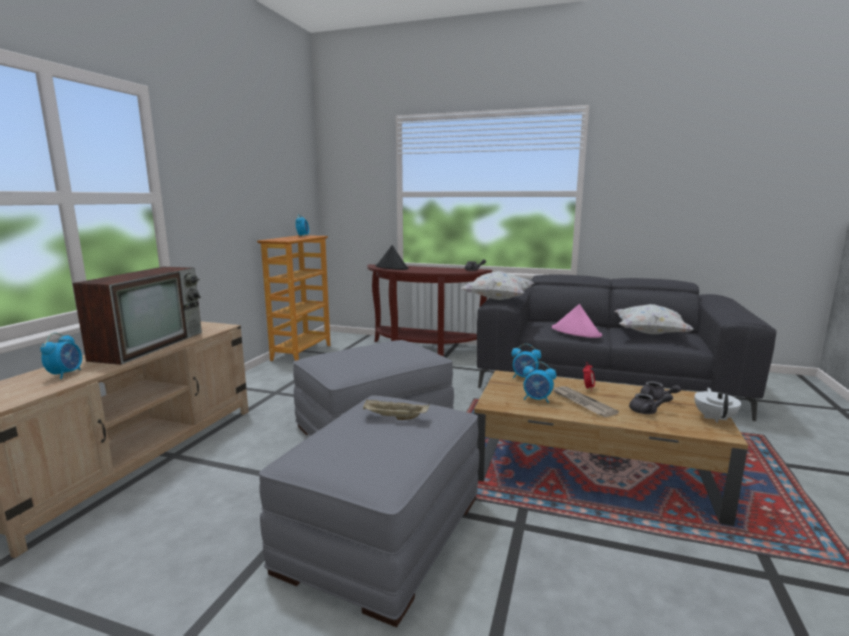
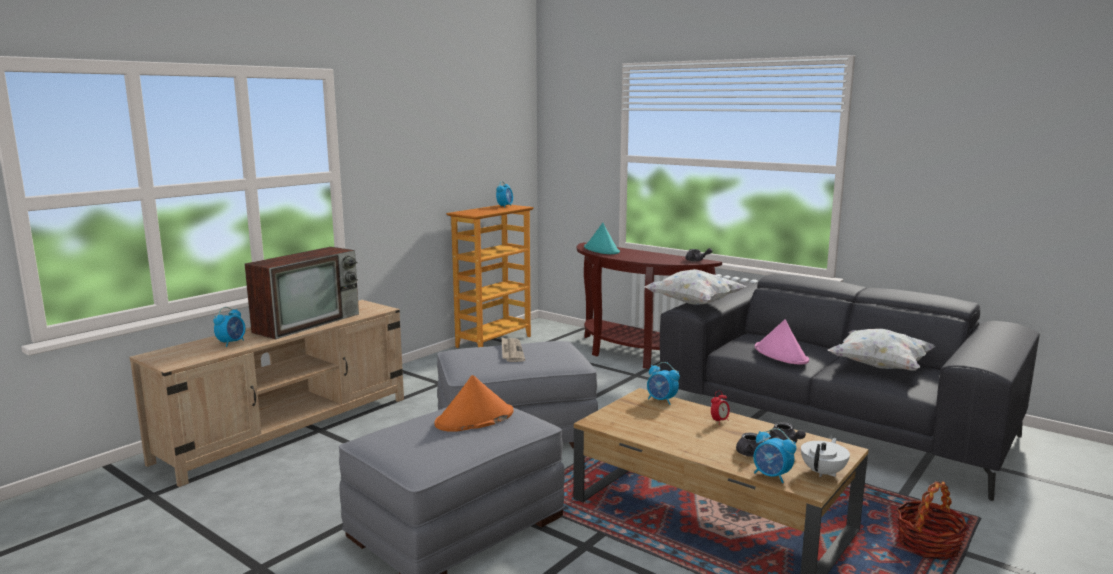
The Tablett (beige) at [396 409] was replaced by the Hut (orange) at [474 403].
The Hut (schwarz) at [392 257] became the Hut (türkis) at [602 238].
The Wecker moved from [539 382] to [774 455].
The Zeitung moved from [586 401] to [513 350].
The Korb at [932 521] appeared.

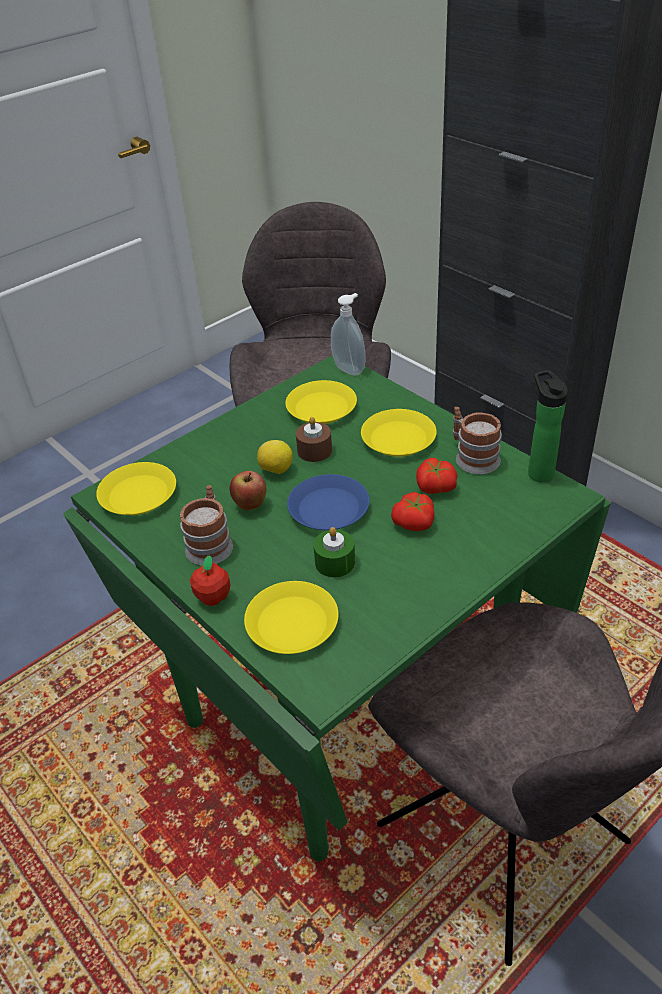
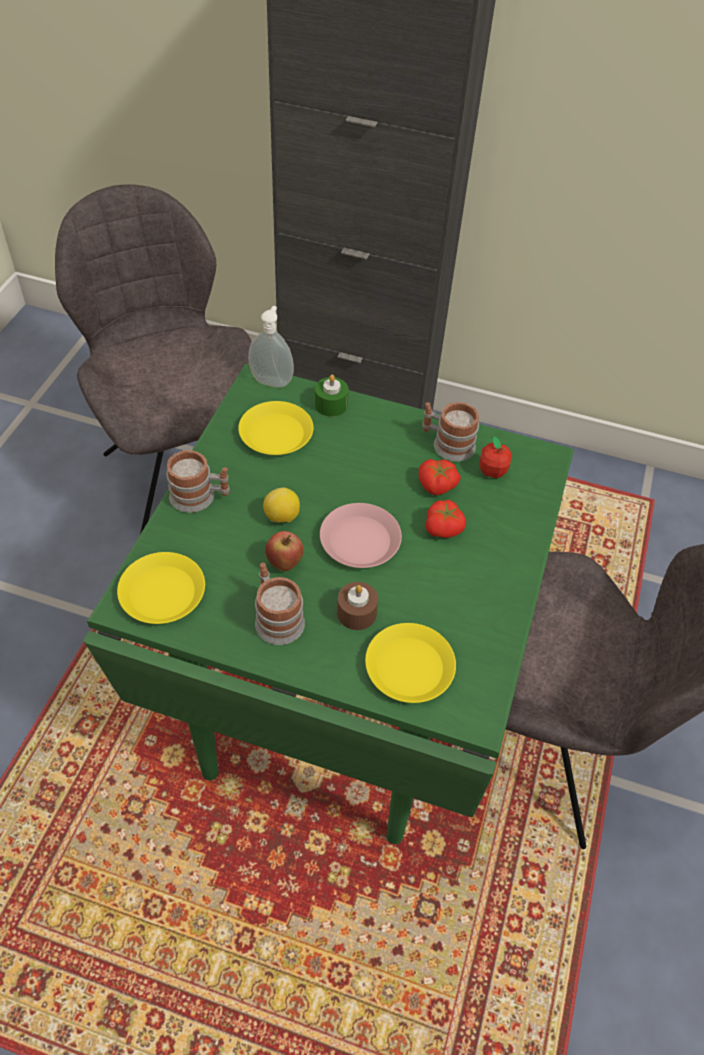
The Apfel moved from [210 580] to [495 457].
The Teller (blau) at [328 502] became the Teller (rosa) at [361 535].
The Kerze (braun) moved from [314 439] to [357 606].
The Kerze (grün) moved from [334 552] to [332 395].
The Teller (gelb) at [399 433] disappeared.
The Flasche at [548 426] disappeared.
The Henkelbecher at [198 481] appeared.

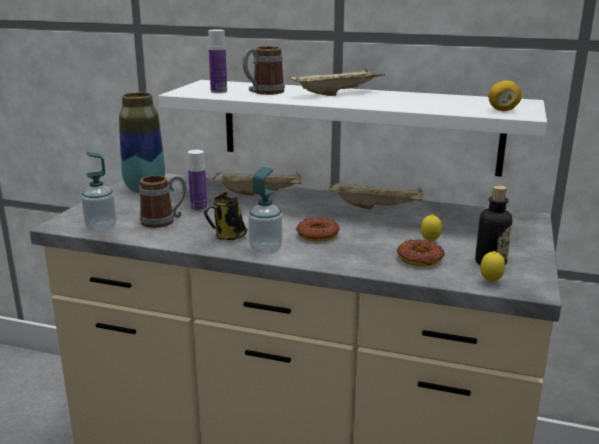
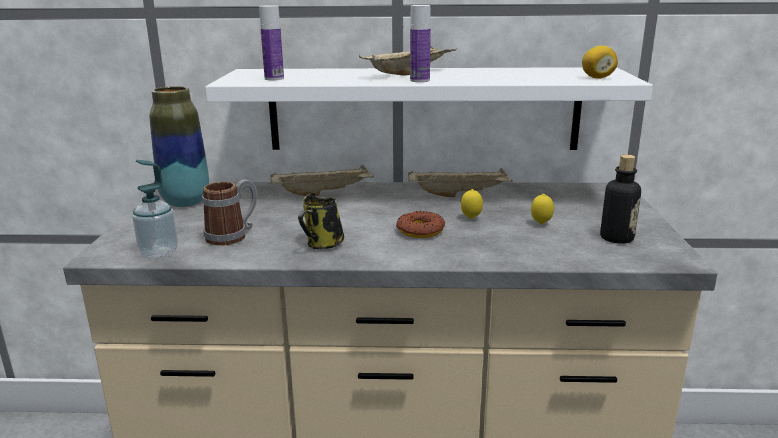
The Flasche moved from [197 181] to [420 43].
The Henkelbecher at [264 70] disappeared.
The Seifenspender at [265 211] disappeared.
The Donut at [421 253] disappeared.
The Zitrone moved from [492 267] to [472 204].

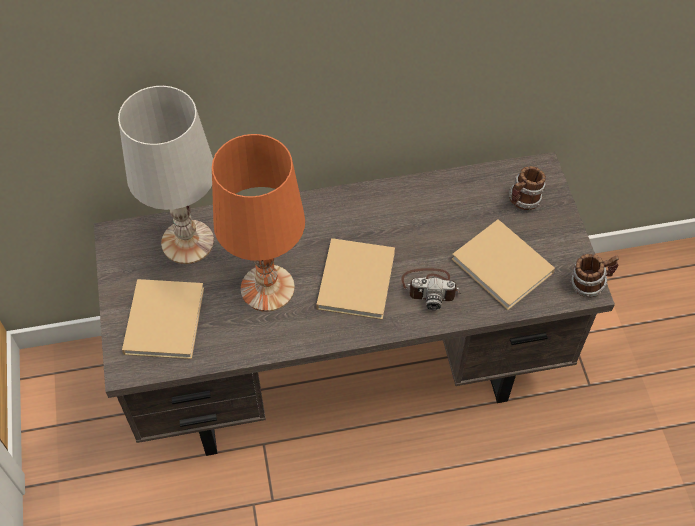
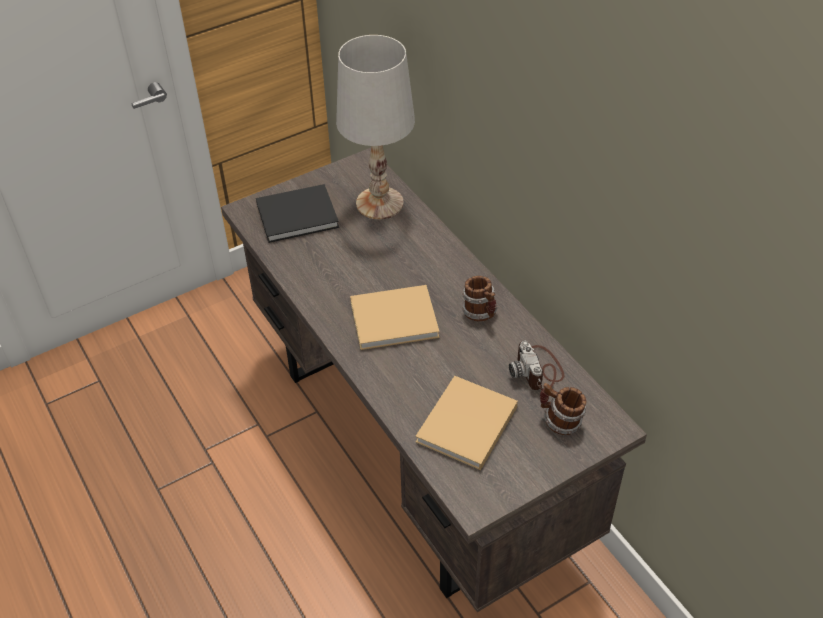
The Buch (beige) at [163 319] became the Buch (schwarz) at [297 213].
The Tischlampe (orange) at [258 223] disappeared.
The Kamera moved from [431 289] to [536 366].
The Henkelbecher moved from [594 276] to [480 299].

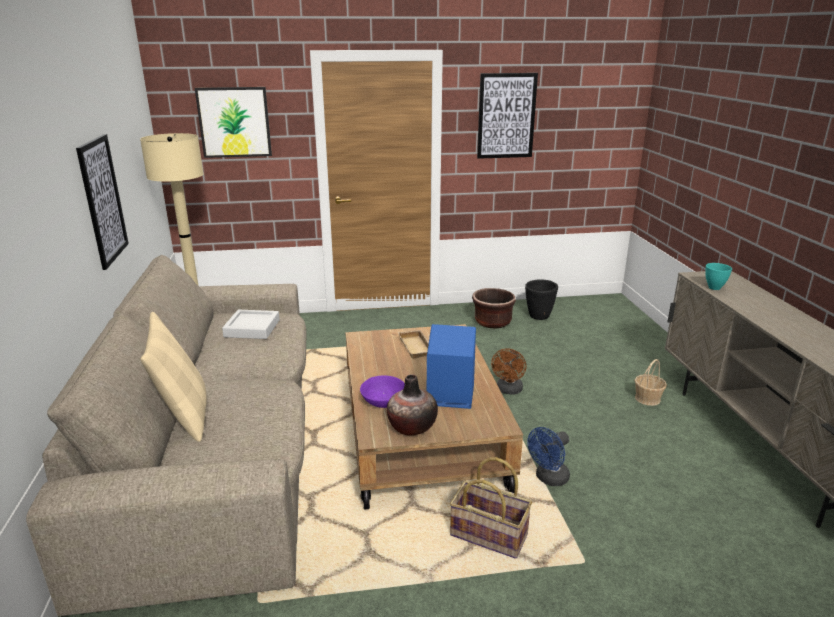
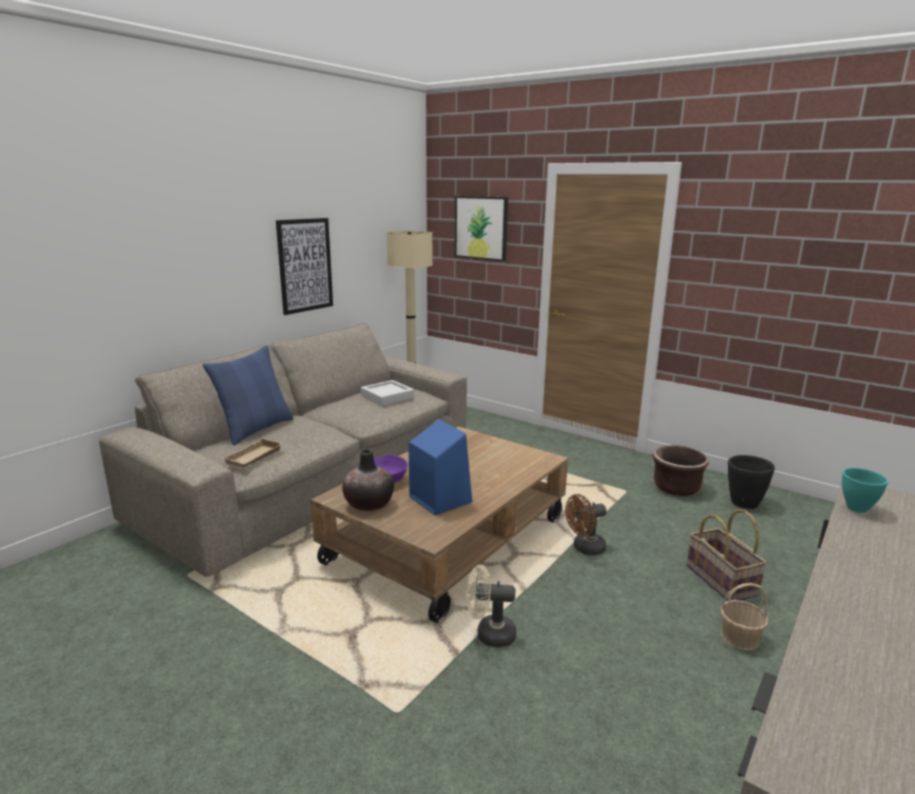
The Kissen (beige) at [173 377] became the Kissen (blau) at [247 395].
The Tablett (beige) moved from [413 344] to [253 452].
The Korb moved from [491 508] to [726 555].
The Bild at [507 116] disappeared.
The Ventilator (blau) at [548 456] became the Ventilator (beige) at [491 606].

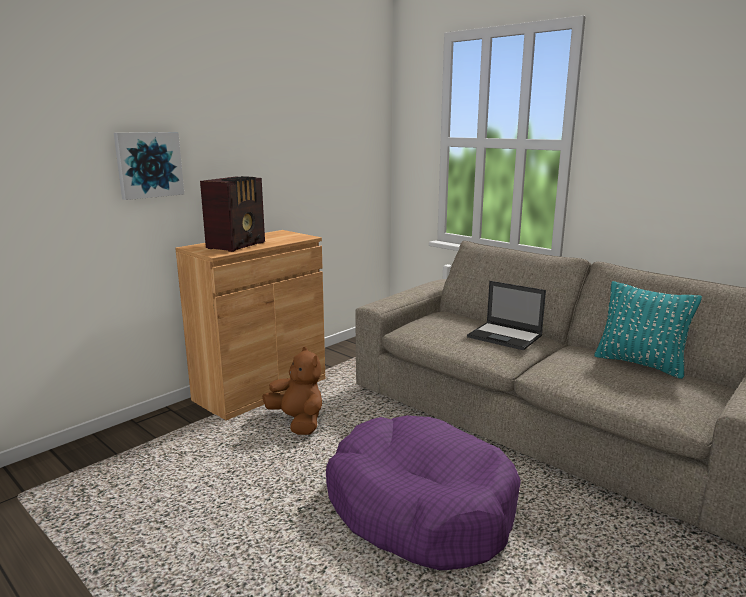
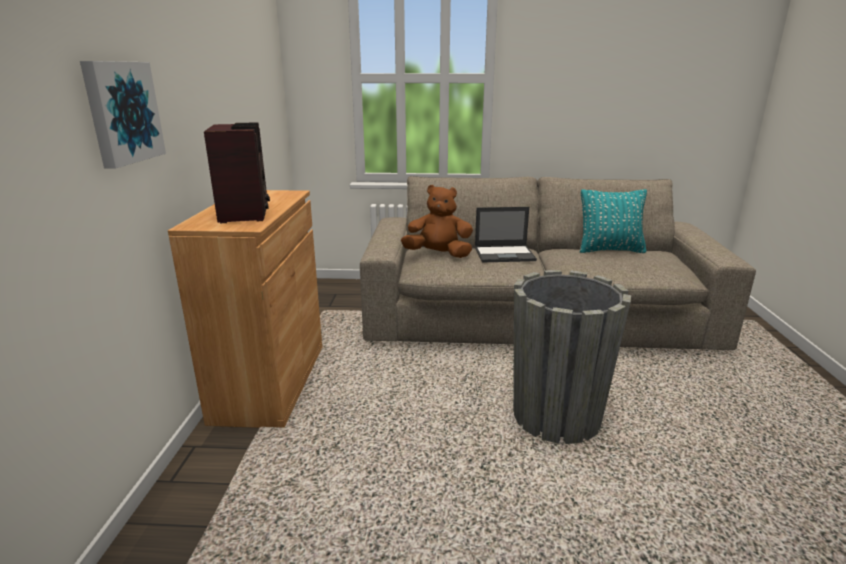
The Plüschtier (braun) moved from [292 391] to [437 221].
The Hundebett (lila) at [423 492] was replaced by the Pflanzkübel (grau) at [572 357].

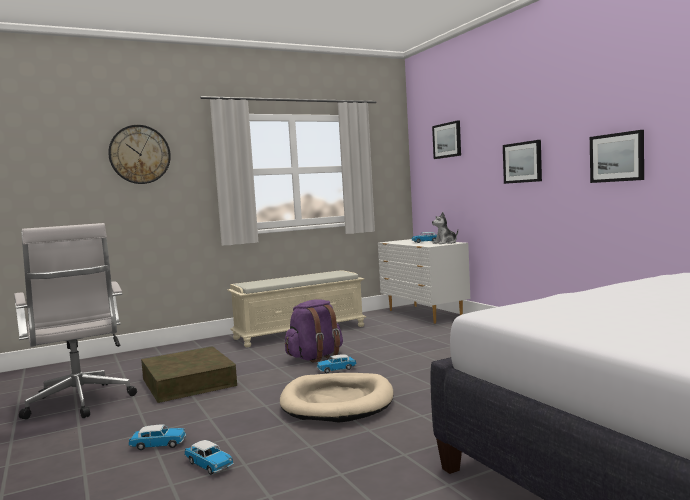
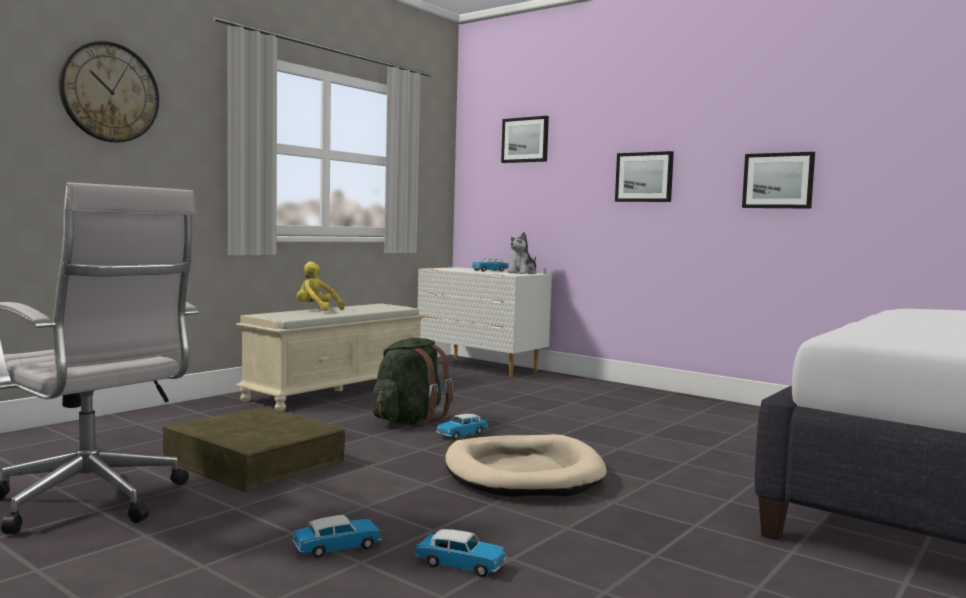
The Rucksack (lila) at [314 331] became the Rucksack (grün) at [412 382].
The Plüschtier (gelb) at [320 286] appeared.

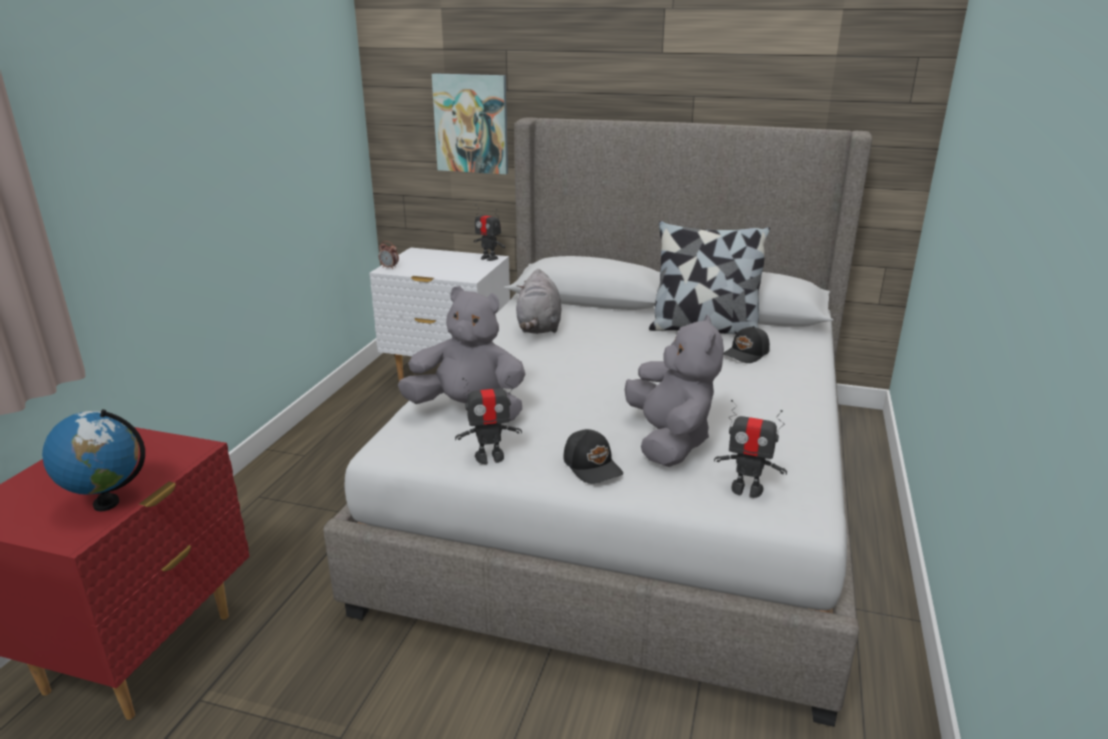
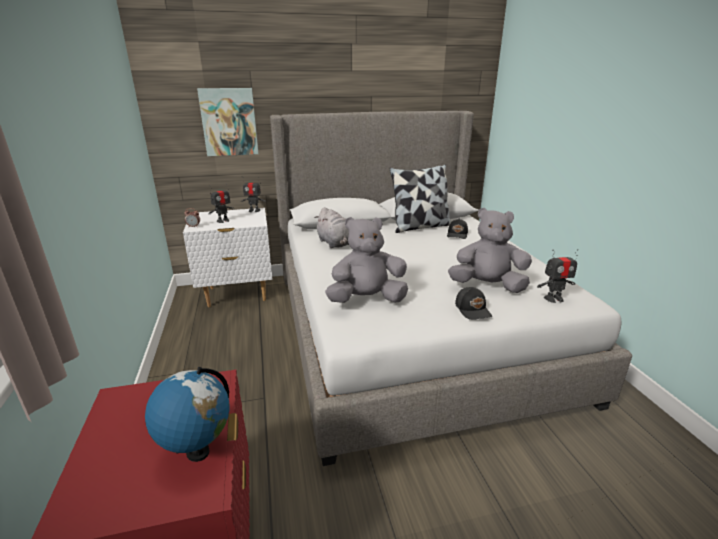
The Spielzeugroboter moved from [488 420] to [221 204].
The Kappe (schwarz) at [593 456] turned 45 degrees clockwise.
The Plüschtier (grau) at [674 391] turned 45 degrees counterclockwise.

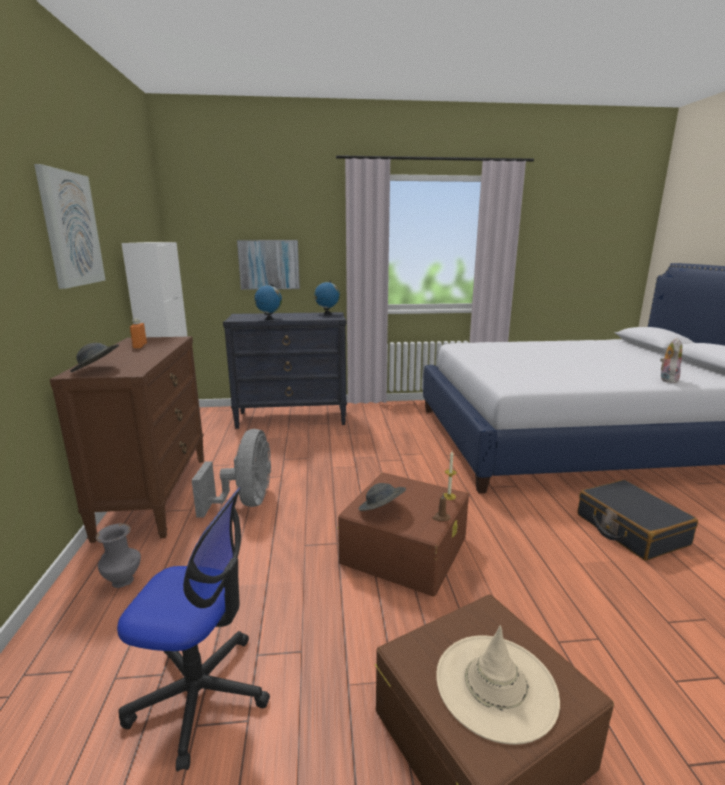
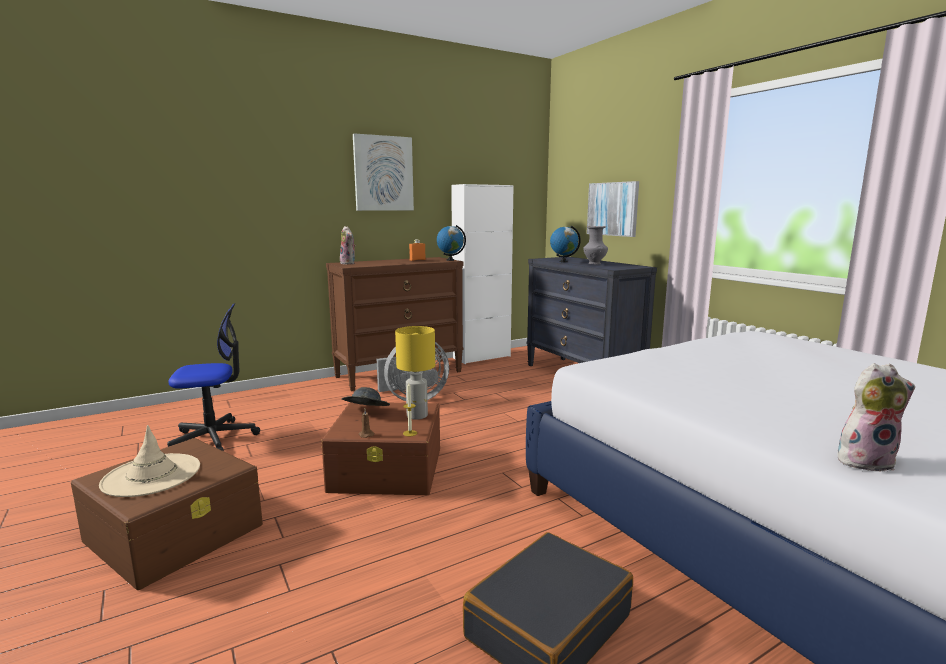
The Hut (grau) at [94 357] was replaced by the Plüschtier at [348 245].
The Vase (grau) moved from [118 555] to [595 245].
The Bürostuhl at [193 629] turned 90 degrees counterclockwise.
The Globus moved from [327 298] to [451 243].
The Tischlampe (gelb) at [415 373] appeared.

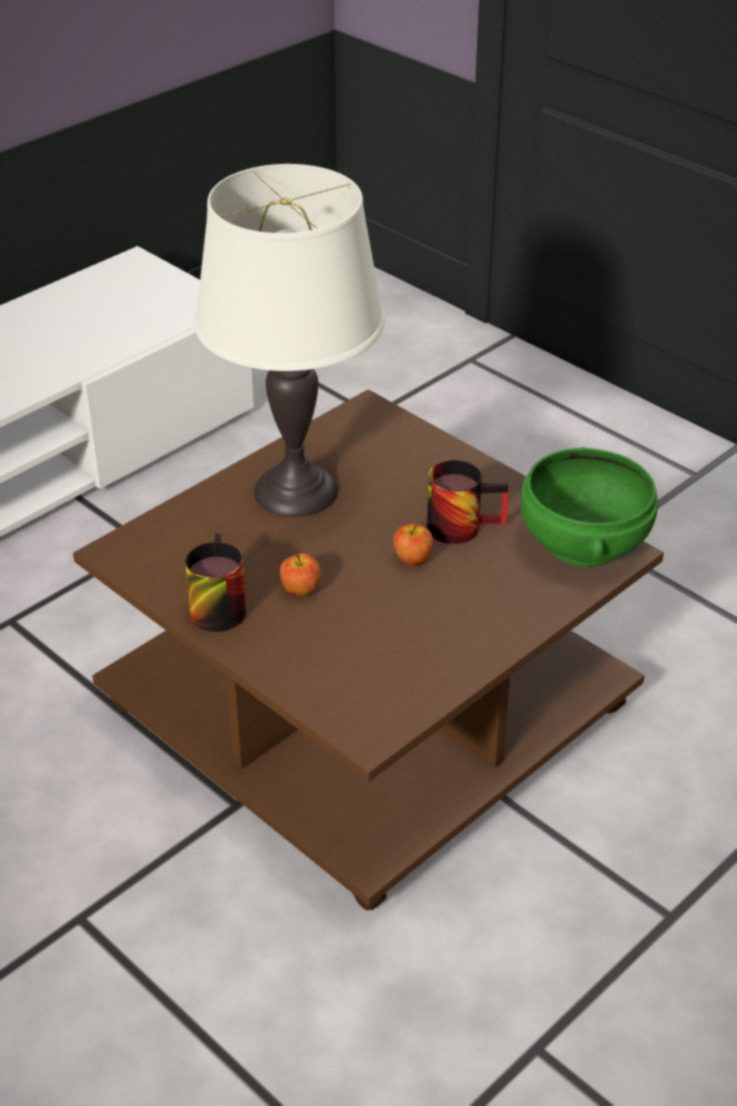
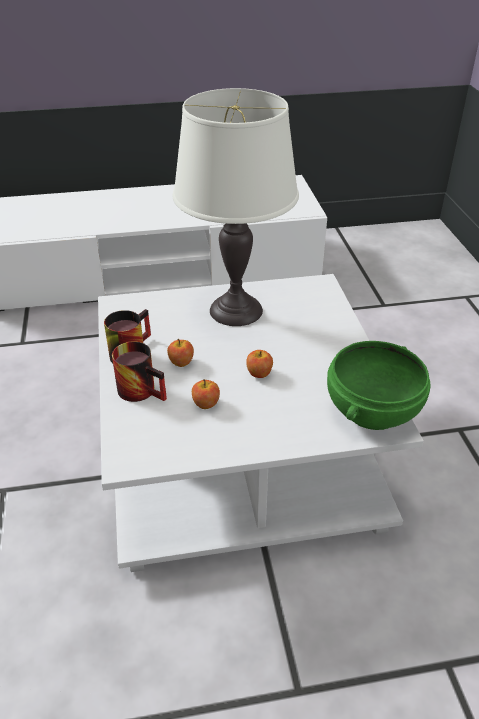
The Couchtisch (braun) at [368 650] became the Couchtisch (weiß) at [261 423].
The Henkelbecher moved from [468 502] to [139 371].
The Apfel at [206 394] appeared.

